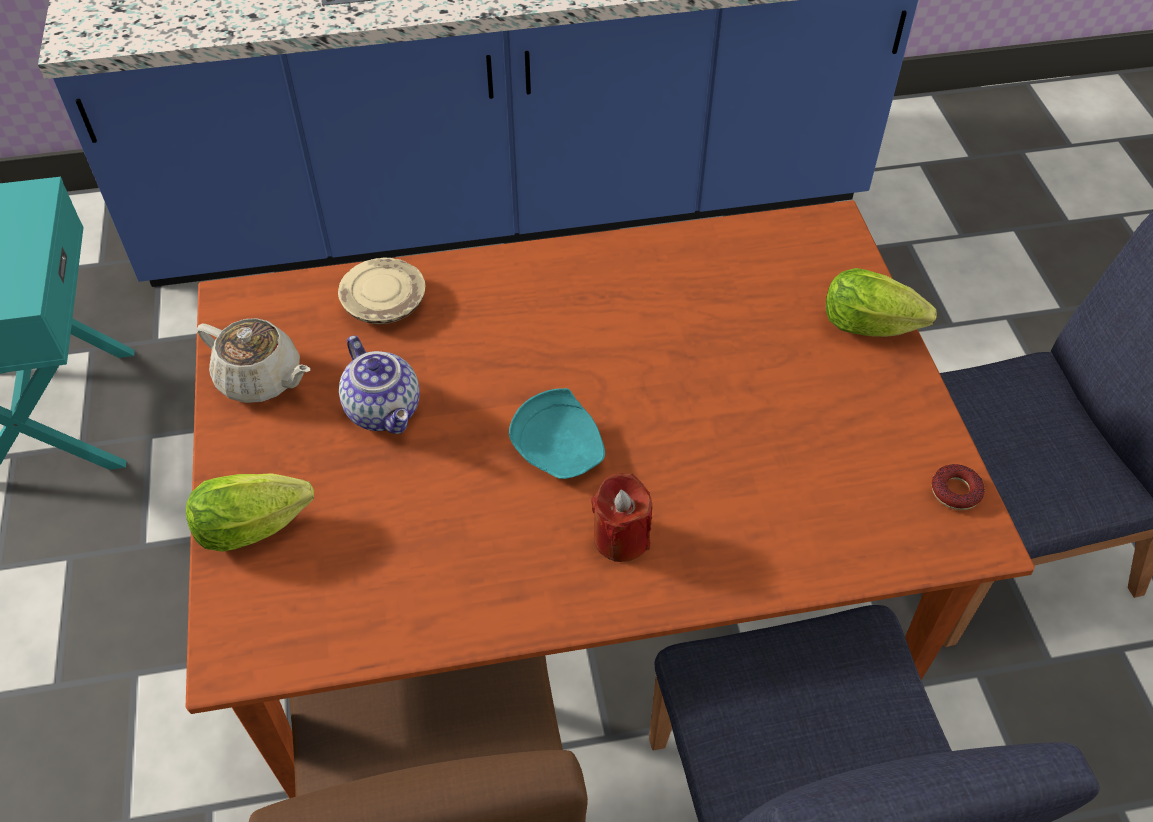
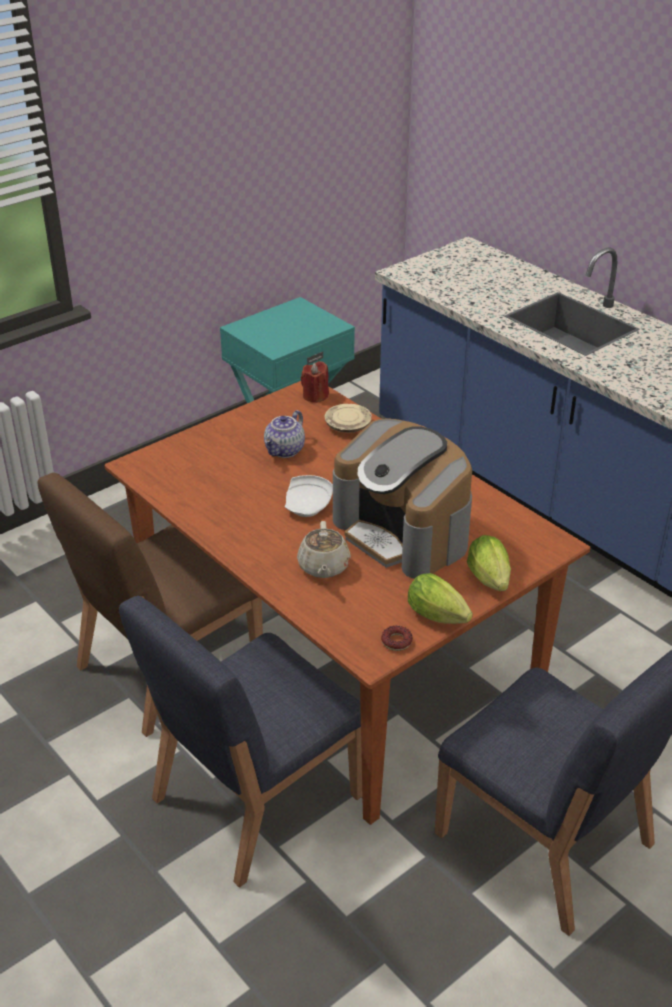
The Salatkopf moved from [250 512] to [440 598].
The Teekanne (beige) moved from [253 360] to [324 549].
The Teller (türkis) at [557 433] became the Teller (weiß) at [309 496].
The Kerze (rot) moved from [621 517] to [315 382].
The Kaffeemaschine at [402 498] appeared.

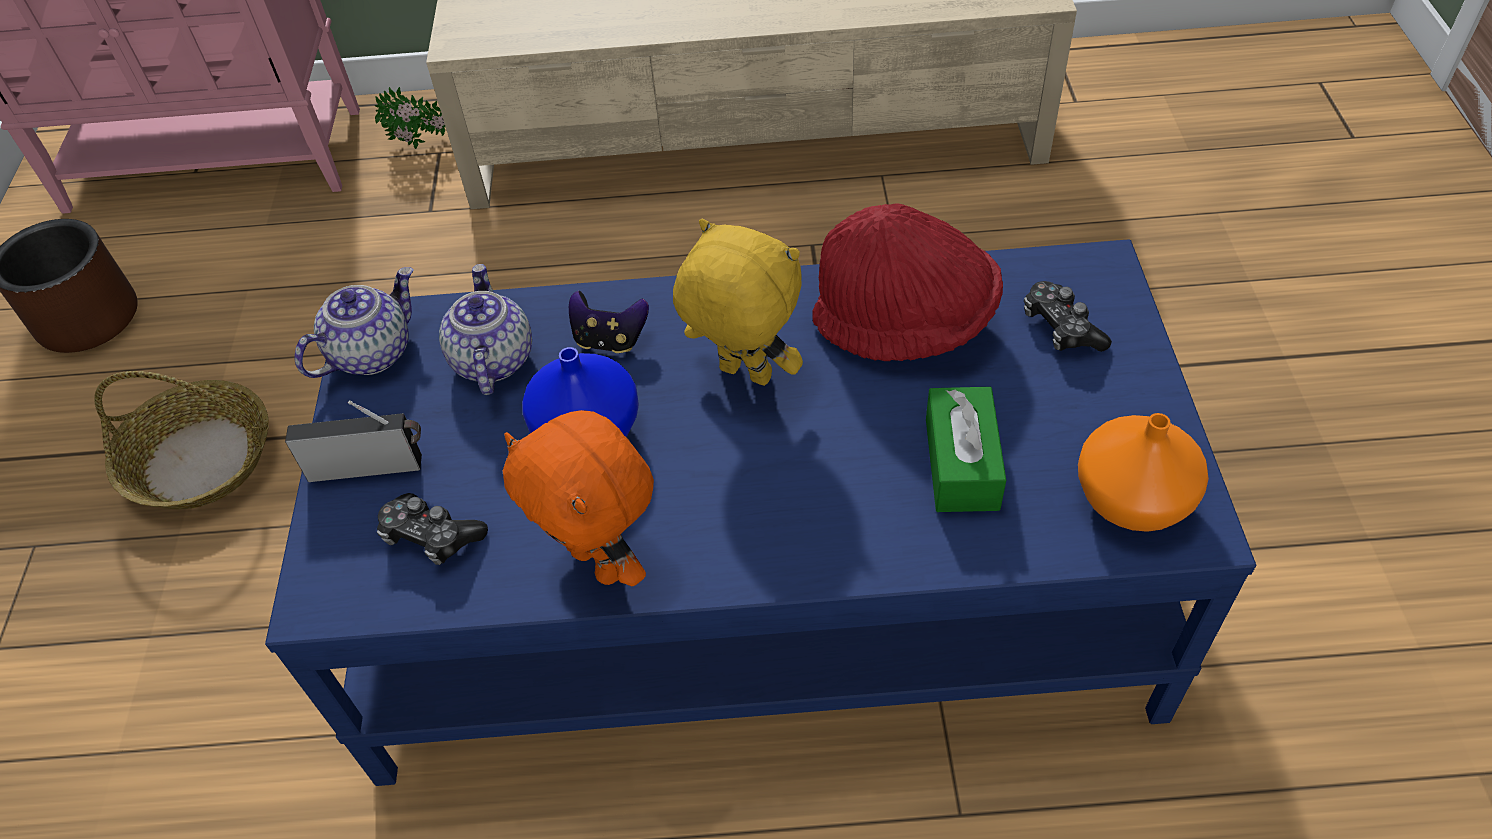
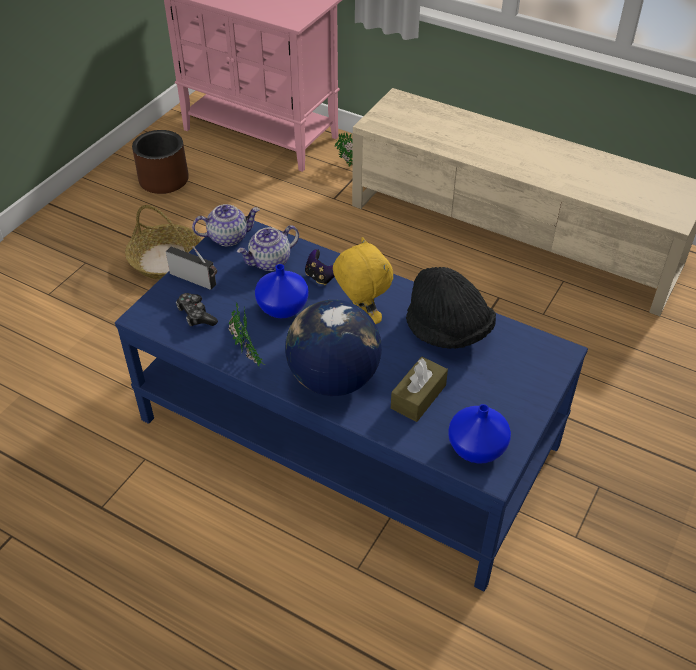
The Teekanne at [485 329] turned 150 degrees counterclockwise.
The Plüschtier (orange) at [578 498] was replaced by the Topfpflanze at [247 335].
The Hut (rot) at [908 282] became the Hut (schwarz) at [451 308].
The Taschentuchbox (grün) at [966 449] became the Taschentuchbox (braun) at [419 389].
The Gamepad at [1068 316] disappeared.
The Vase (orange) at [1143 472] became the Vase (blau) at [479 434].
The Globus at [333 348] appeared.

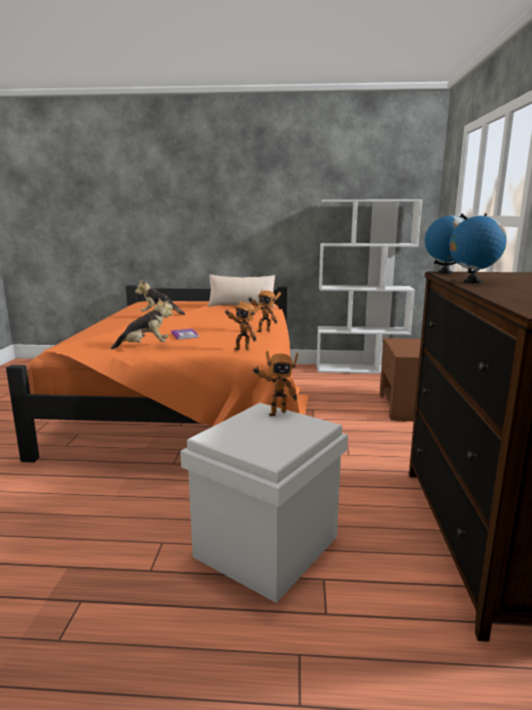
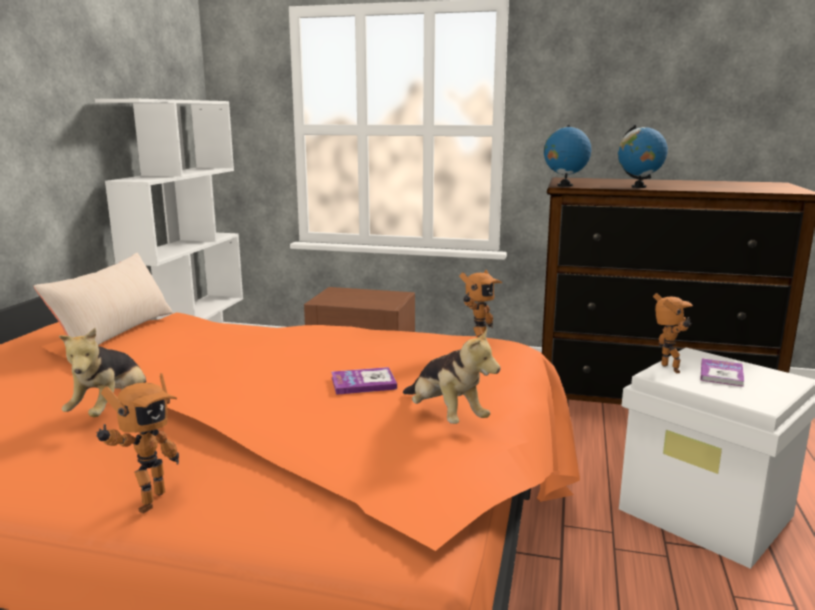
The Plüschtier at [141 323] turned 150 degrees clockwise.
The Spielzeugroboter moved from [264 310] to [137 443].
The Buch at [722 372] appeared.

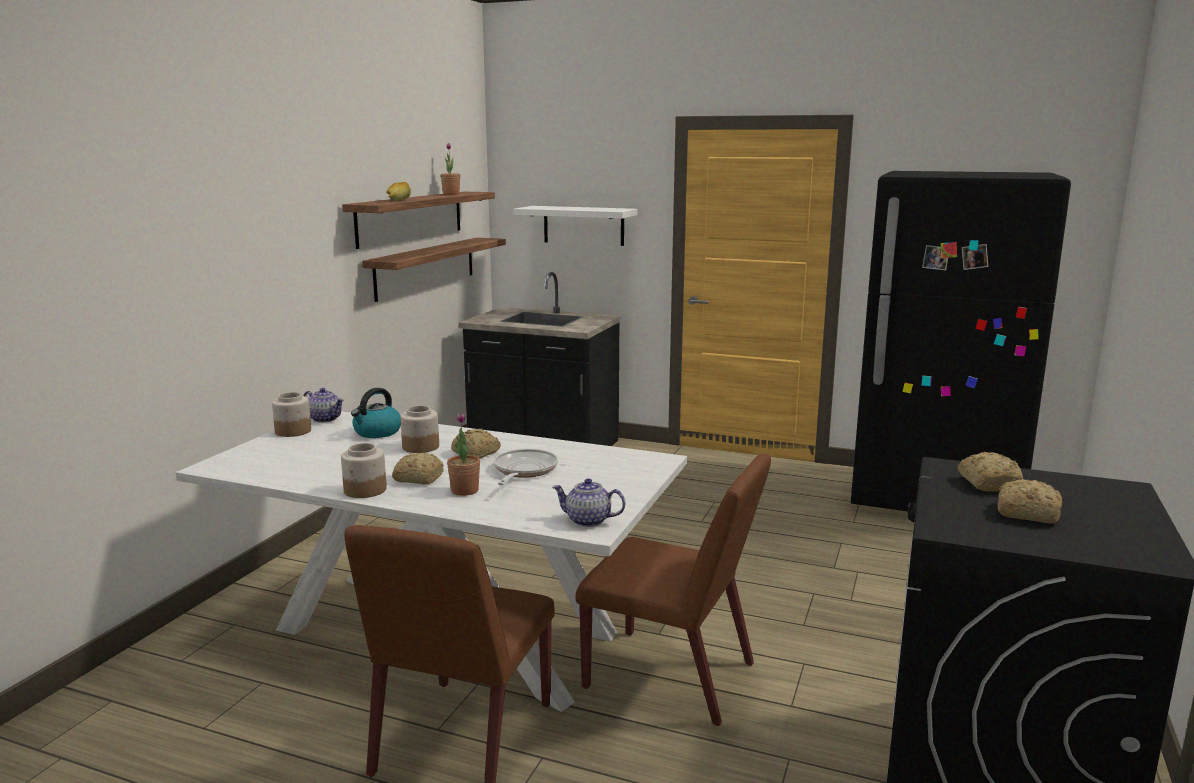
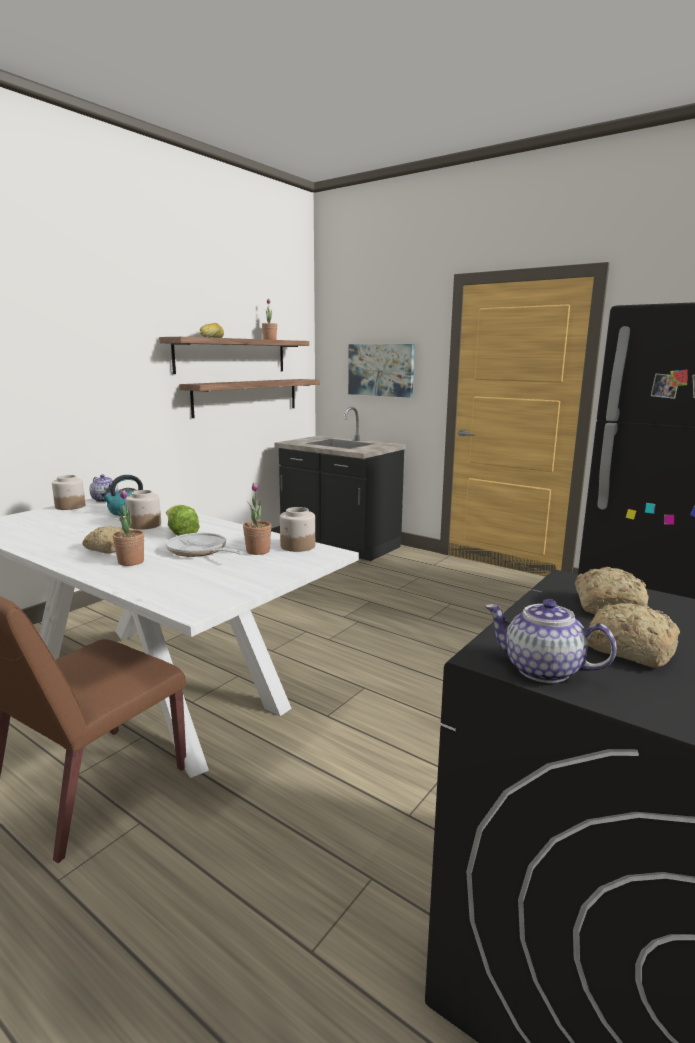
The Vorratsglas moved from [364 470] to [297 529].
The Brot at [476 443] was replaced by the Salatkopf at [183 520].
The Pfanne at [526 467] turned 75 degrees counterclockwise.
The Wandregal (weiß) at [575 226] was replaced by the Bild at [381 371].
The Teekanne moved from [588 502] to [551 641].
The Stuhl (braun) at [673 589] disappeared.
The Topfpflanze at [257 518] appeared.

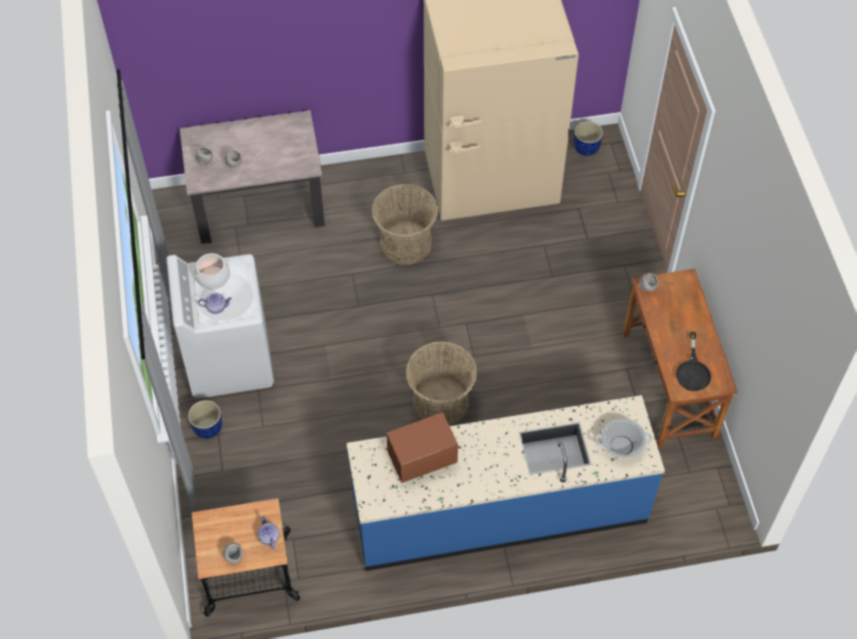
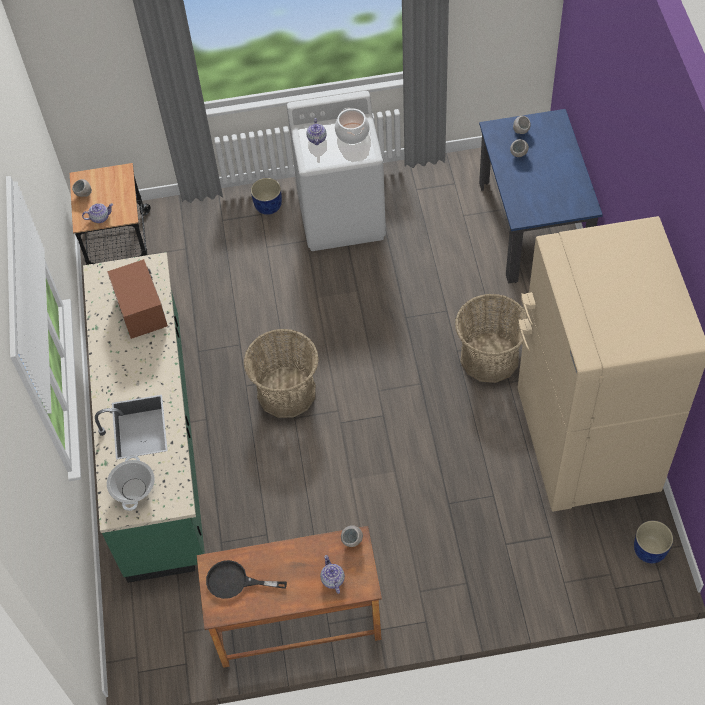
The Esstisch (beige) at [252 177] became the Esstisch (blau) at [541 196].
The Küchenzeile (blau) at [506 483] became the Küchenzeile (grün) at [144 417].
The Teekanne at [332 574] appeared.

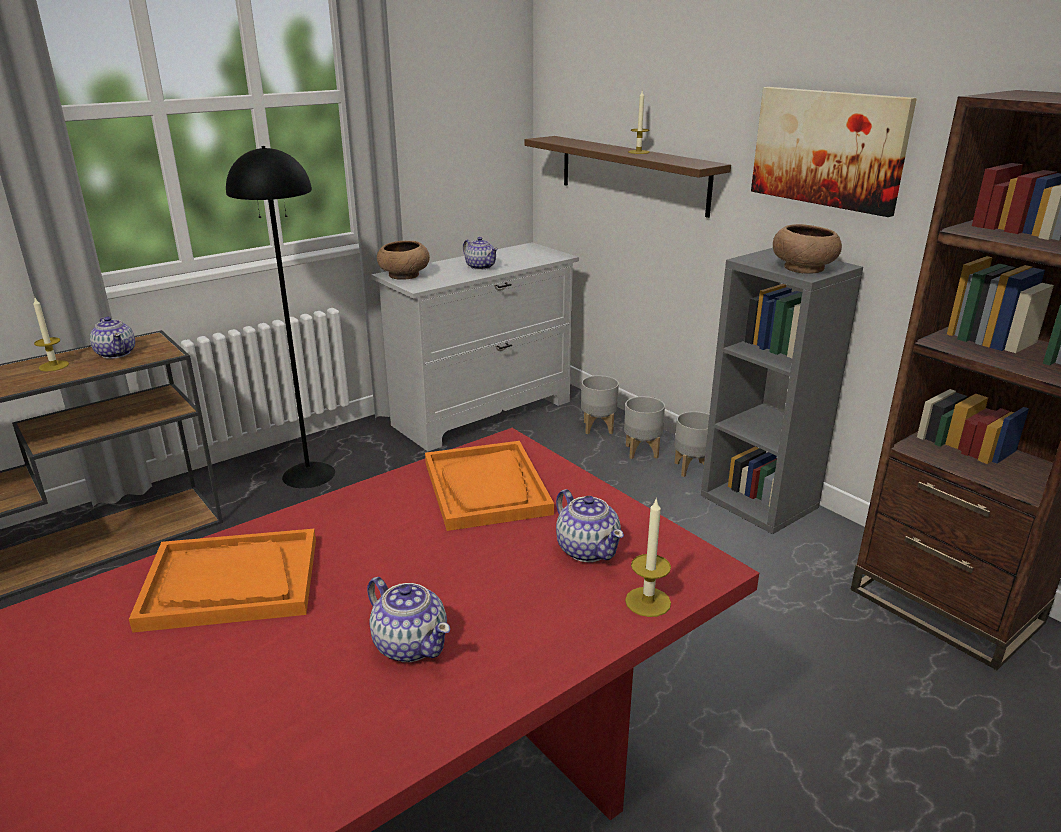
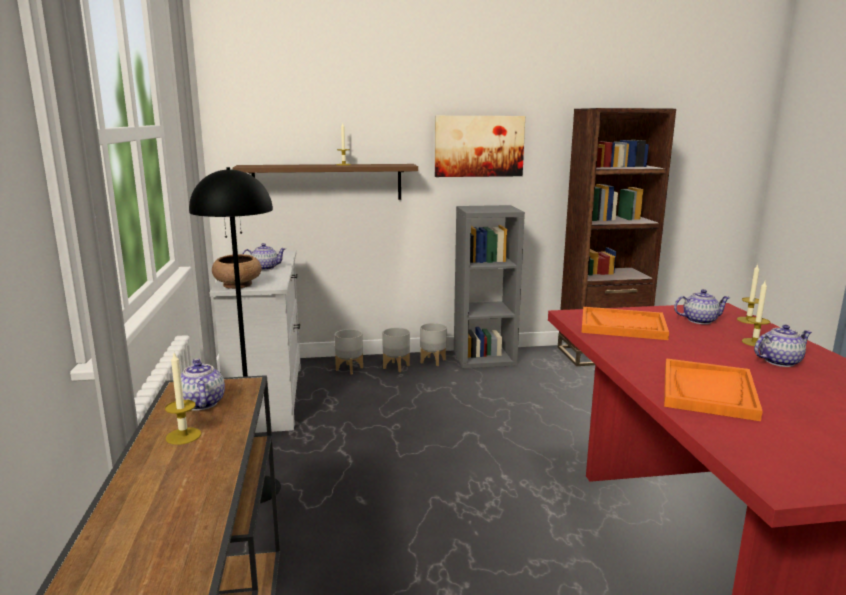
The Teekanne at [112 338] turned 105 degrees counterclockwise.
The Schüssel (braun) at [807 249] disappeared.
The Kerze at [756 313] appeared.

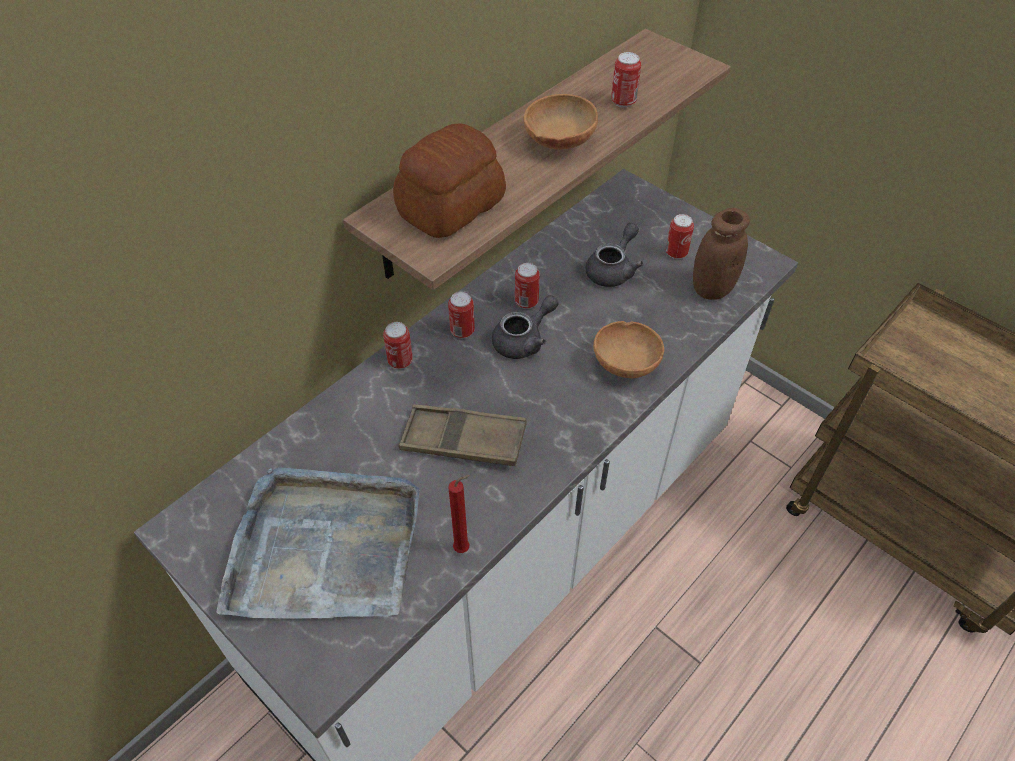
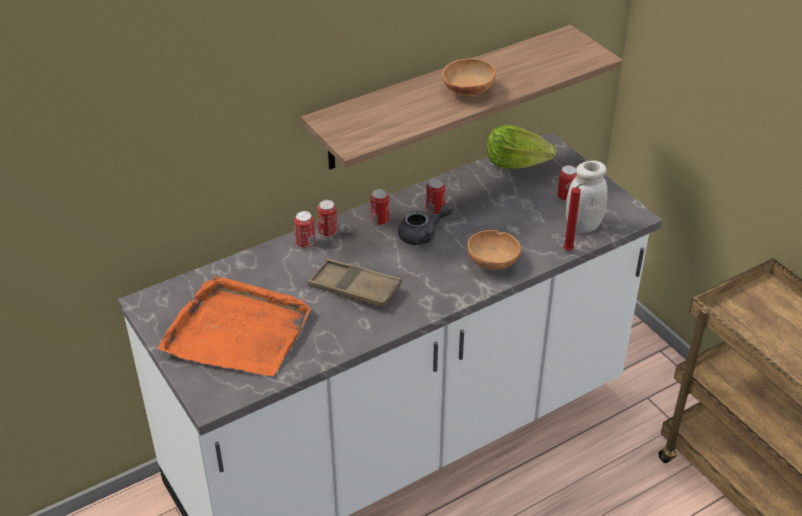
The Tablett (grau) at [318 543] became the Tablett (orange) at [235 326].
The Brot at [449 180] disappeared.
The Kerze (rot) moved from [459 514] to [574 217].
The Teekanne (grau) at [614 255] disappeared.
The Dose moved from [626 80] to [304 230].
The Vorratsglas (braun) at [721 254] became the Vorratsglas (weiß) at [587 197].
The Salatkopf at [521 147] appeared.

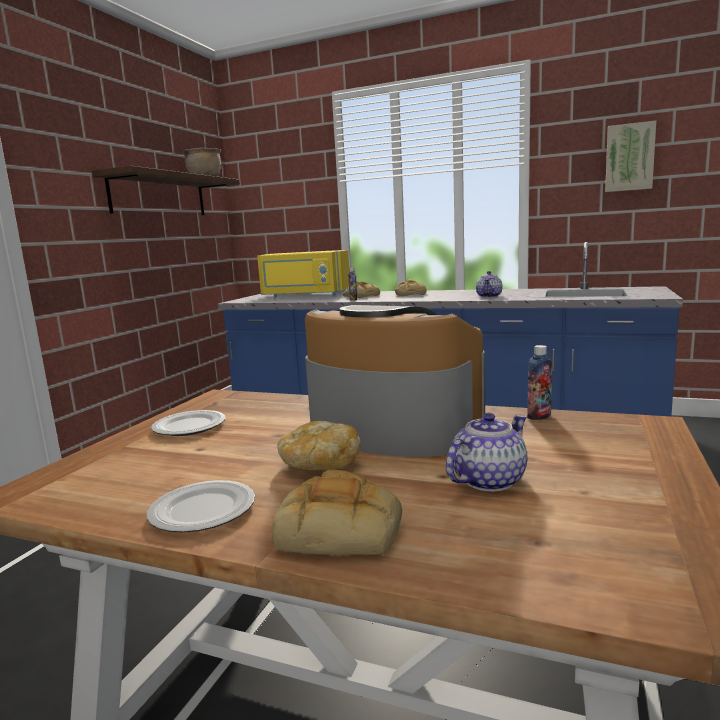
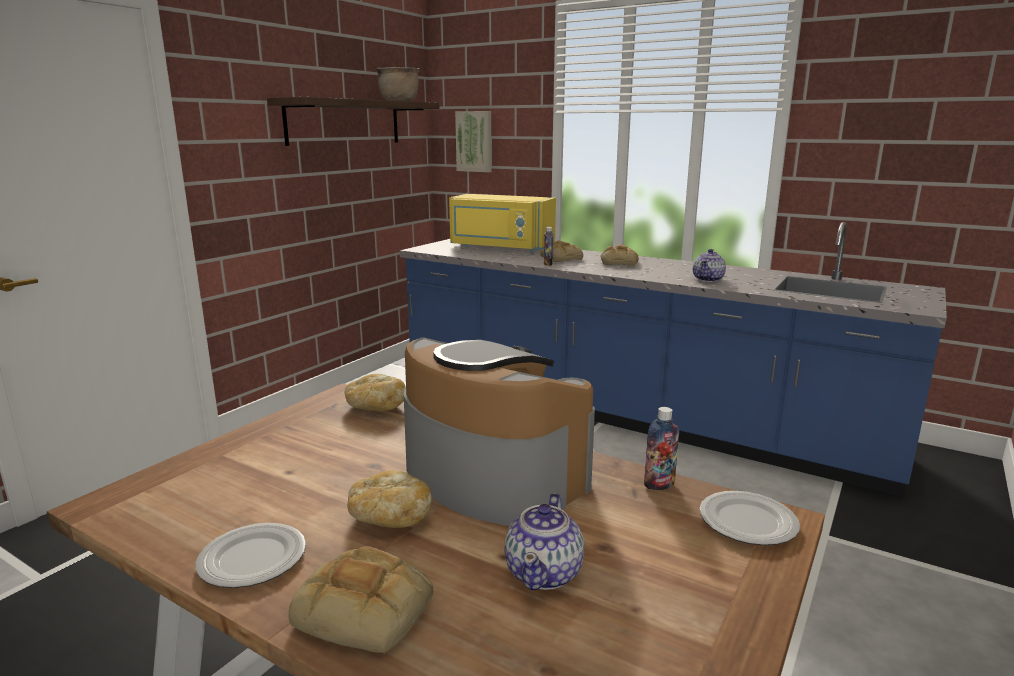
The Teller moved from [188 423] to [749 518].
The Teekanne at [487 452] turned 135 degrees clockwise.
The Bild moved from [630 156] to [473 141].
The Brot at [375 392] appeared.

